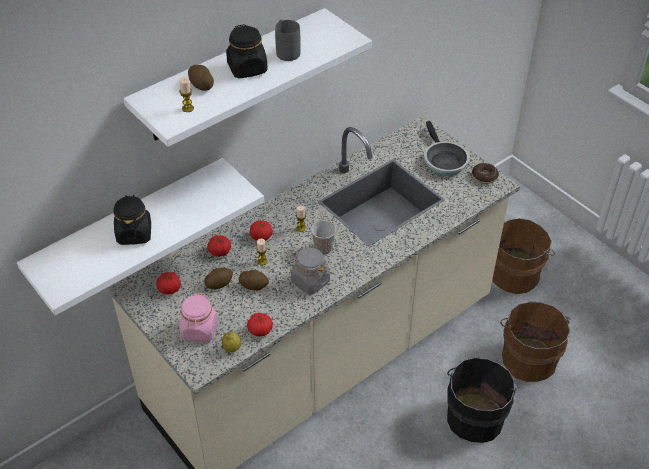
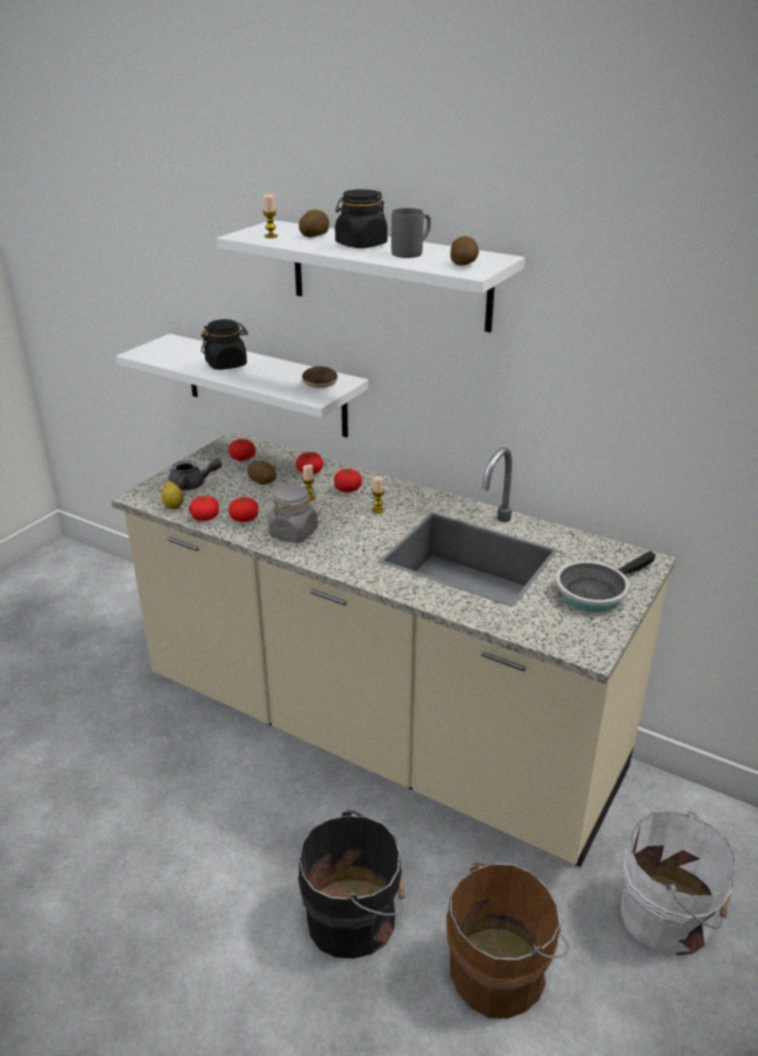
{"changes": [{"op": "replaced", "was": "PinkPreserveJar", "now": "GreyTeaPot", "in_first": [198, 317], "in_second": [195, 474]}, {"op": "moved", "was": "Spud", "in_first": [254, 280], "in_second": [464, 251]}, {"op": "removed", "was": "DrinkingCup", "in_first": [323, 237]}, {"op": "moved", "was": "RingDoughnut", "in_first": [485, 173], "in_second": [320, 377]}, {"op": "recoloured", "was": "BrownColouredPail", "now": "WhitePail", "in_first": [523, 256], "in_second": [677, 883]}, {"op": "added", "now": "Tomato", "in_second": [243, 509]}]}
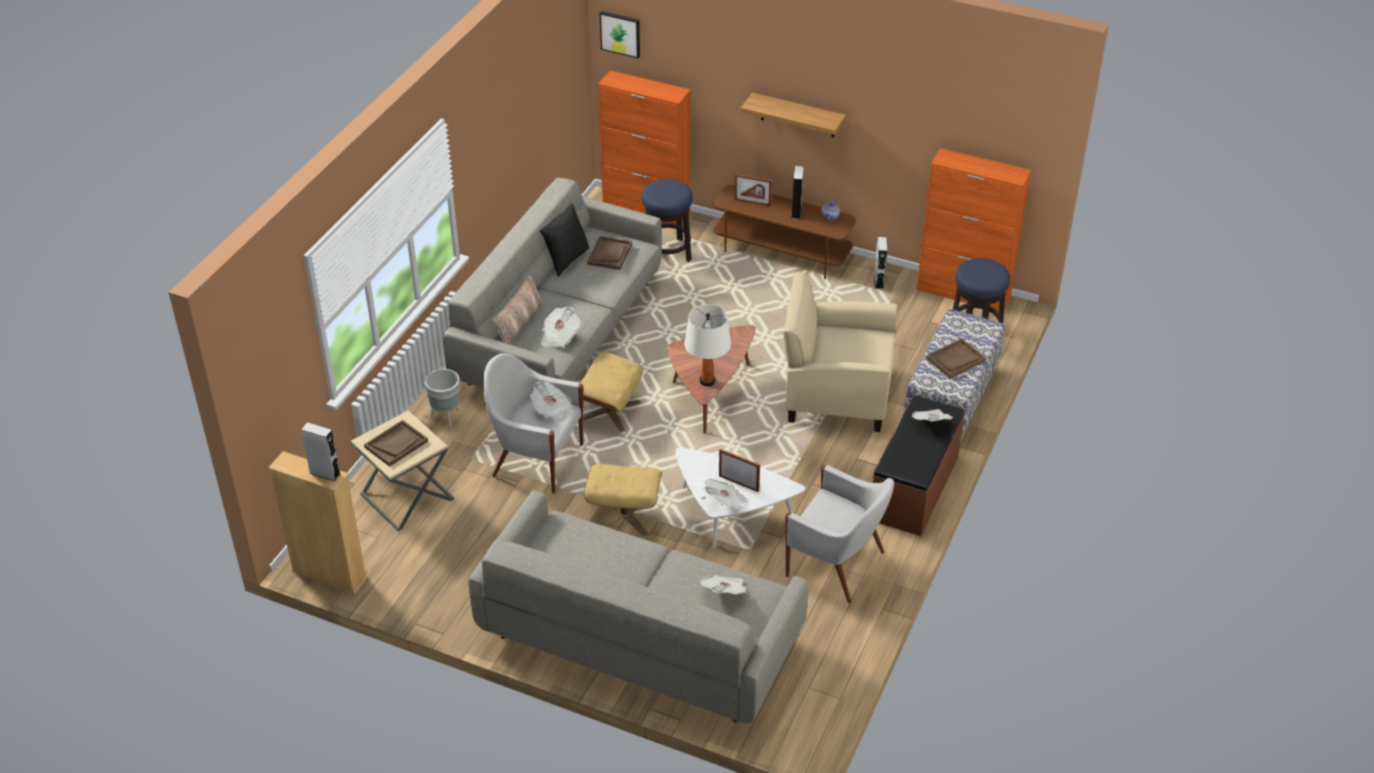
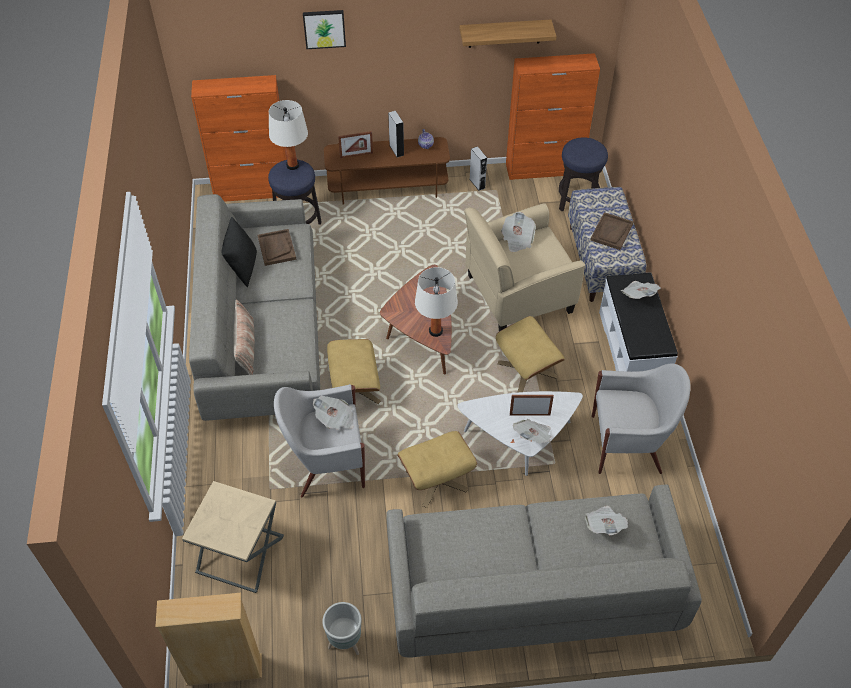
{"changes": [{"op": "removed", "was": "GreySpeaker", "in_first": [321, 451]}, {"op": "removed", "was": "BrownColouredServingTray", "in_first": [396, 443]}, {"op": "moved", "was": "GreyPlantPot", "in_first": [442, 399], "in_second": [341, 628]}, {"op": "moved", "was": "DailyPaper", "in_first": [561, 327], "in_second": [518, 232]}, {"op": "moved", "was": "Picture", "in_first": [619, 34], "in_second": [324, 29]}, {"op": "moved", "was": "Shelf", "in_first": [793, 115], "in_second": [508, 34]}, {"op": "recoloured", "was": "BrownColouredBench", "now": "WhiteBench", "in_first": [919, 465], "in_second": [638, 322]}, {"op": "added", "now": "WhiteTabletopLamp", "in_second": [288, 135]}, {"op": "added", "now": "BeigeFootrest", "in_second": [530, 354]}]}
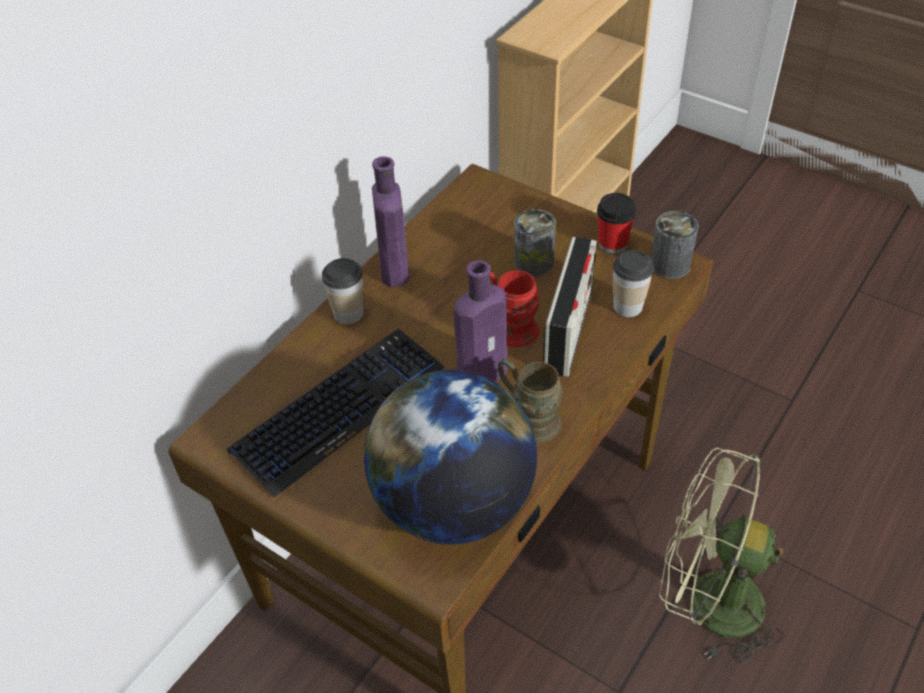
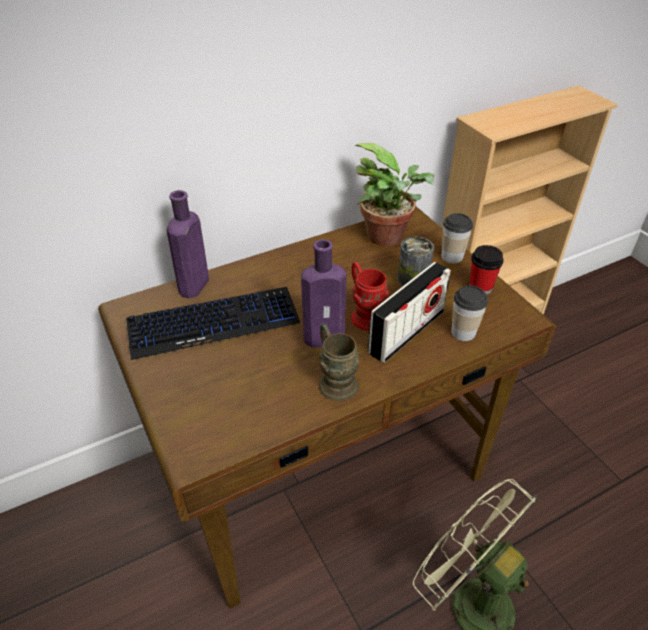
{"changes": [{"op": "moved", "was": "DrinkingCup", "in_first": [343, 291], "in_second": [457, 238]}, {"op": "removed", "was": "WorldGlobe", "in_first": [450, 457]}, {"op": "moved", "was": "PurpleBeverageBottle", "in_first": [390, 222], "in_second": [188, 244]}, {"op": "removed", "was": "SealedCan", "in_first": [674, 245]}, {"op": "added", "now": "PottedPlant", "in_second": [394, 194]}]}
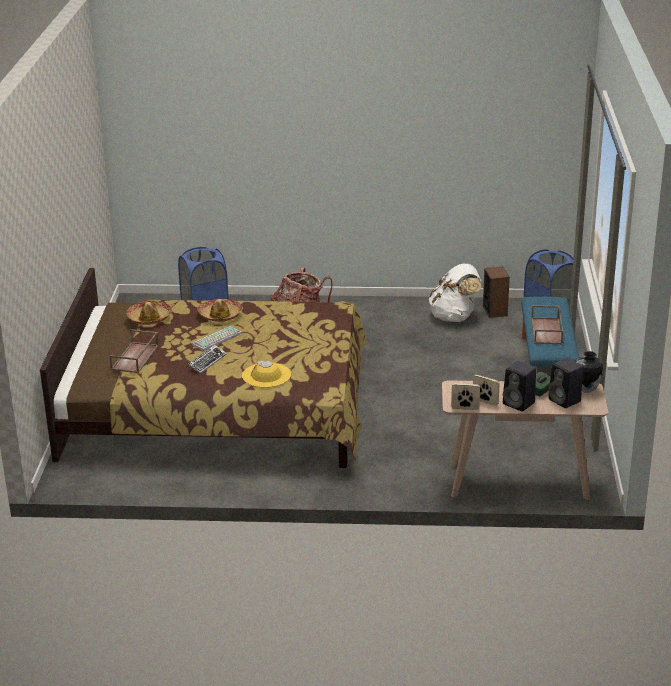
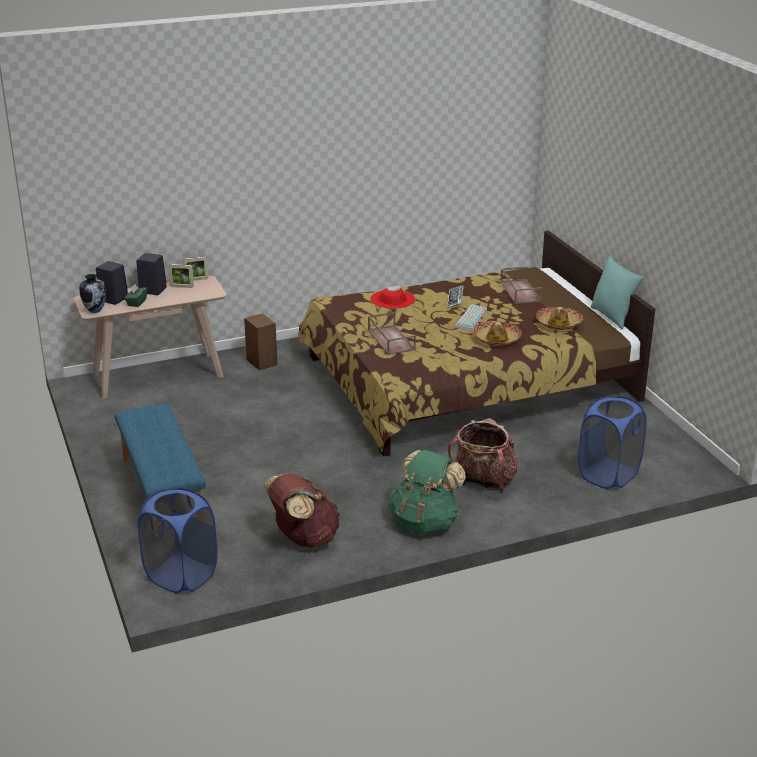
{"changes": [{"op": "recoloured", "was": "YellowHat", "now": "ReddishHat", "in_first": [266, 374], "in_second": [393, 297]}, {"op": "recoloured", "was": "WhiteBackpack", "now": "BrownColouredBackpack", "in_first": [454, 293], "in_second": [302, 510]}, {"op": "moved", "was": "Speaker", "in_first": [496, 292], "in_second": [260, 341]}, {"op": "moved", "was": "BrownColouredServingTray", "in_first": [547, 325], "in_second": [392, 333]}, {"op": "added", "now": "GreenishBackpack", "in_second": [427, 492]}, {"op": "added", "now": "BlueGreenPillow", "in_second": [617, 293]}]}
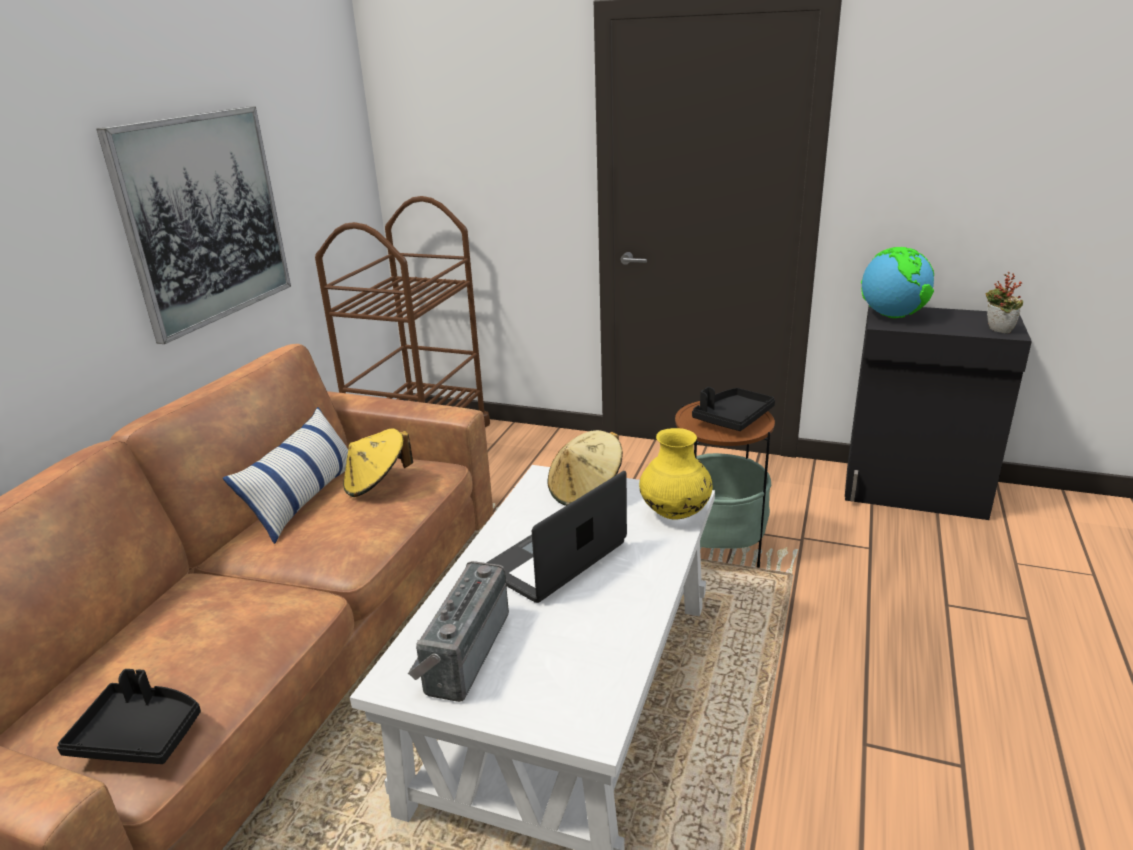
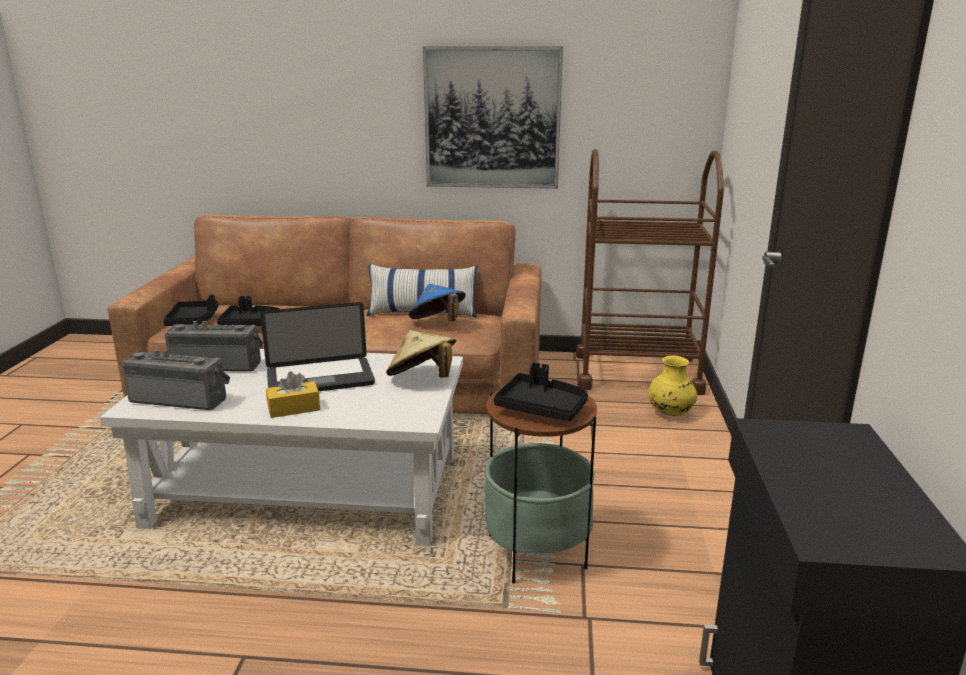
{"changes": [{"op": "recoloured", "was": "YellowHat", "now": "BlueHat", "in_first": [378, 463], "in_second": [437, 302]}, {"op": "turned", "was": "Laptop", "in_first": [556, 537], "in_second": [317, 346], "clockwise": 135}, {"op": "moved", "was": "YellowFlowerVase", "in_first": [676, 473], "in_second": [672, 386]}, {"op": "removed", "was": "WorldGlobe", "in_first": [897, 282]}, {"op": "removed", "was": "PottedPlant", "in_first": [1004, 302]}, {"op": "added", "now": "RadioReceiver", "in_second": [176, 379]}, {"op": "added", "now": "BlackColouredServingTray", "in_second": [248, 311]}, {"op": "added", "now": "YellowTissueBox", "in_second": [293, 394]}]}
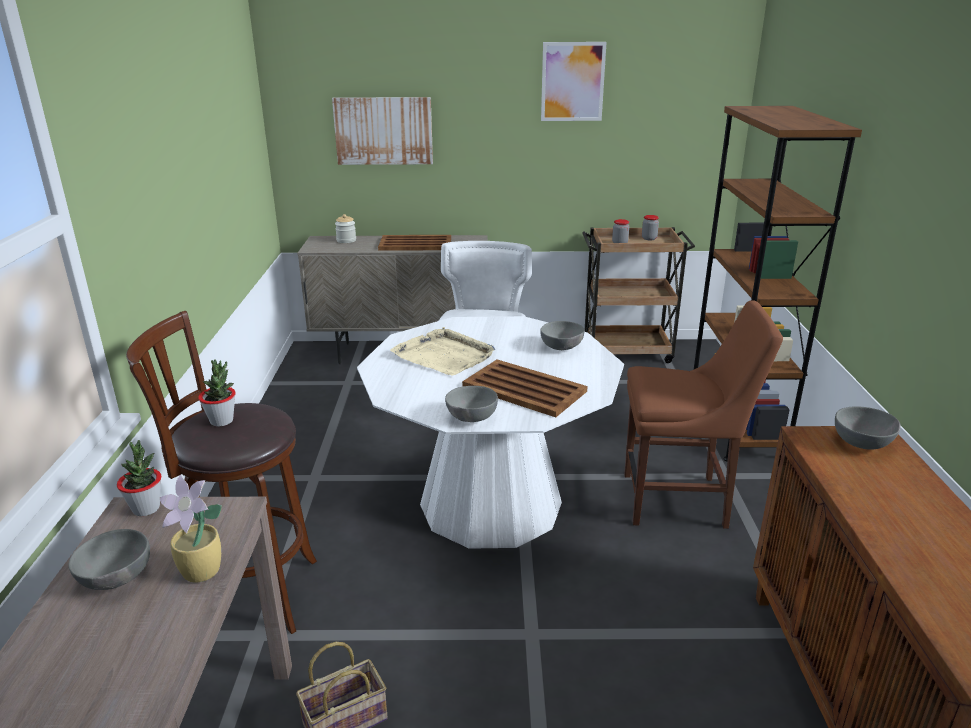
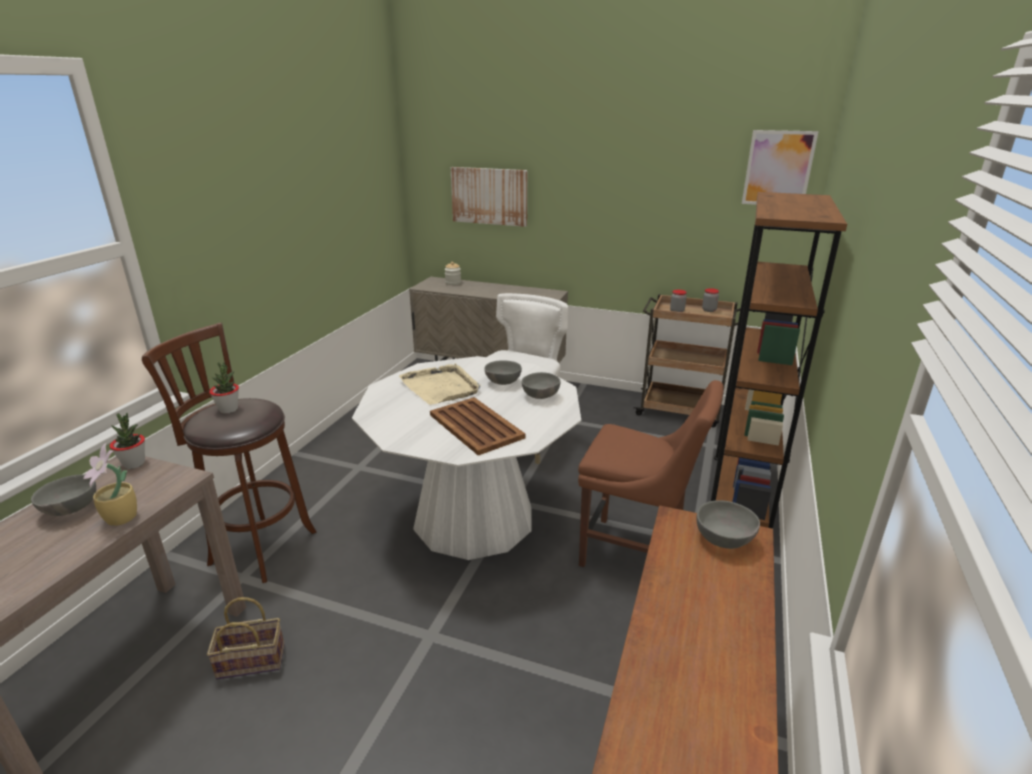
{"changes": [{"op": "removed", "was": "BrownColouredServingTray", "in_first": [414, 243]}, {"op": "moved", "was": "GreyDeepDish", "in_first": [471, 404], "in_second": [503, 372]}, {"op": "moved", "was": "Picture", "in_first": [574, 81], "in_second": [780, 167]}]}
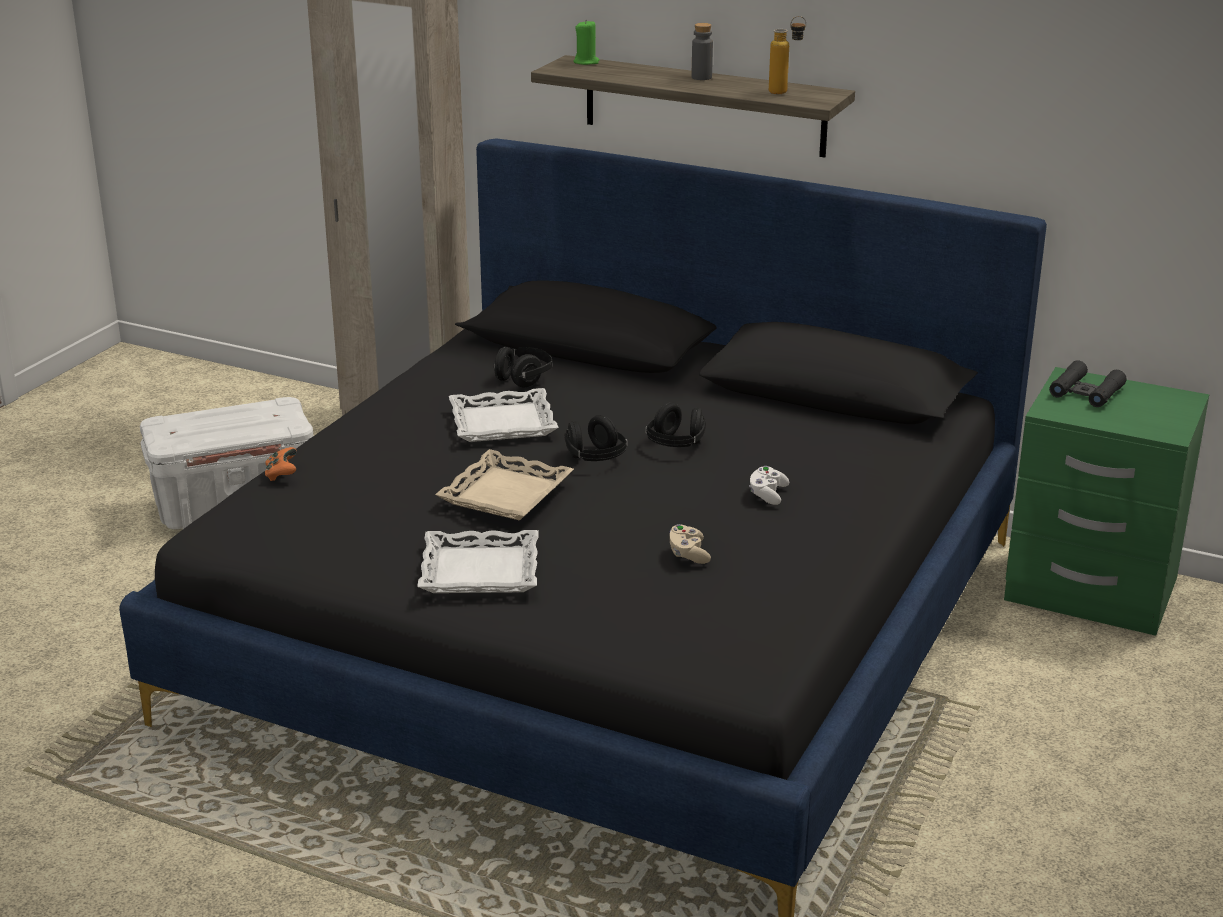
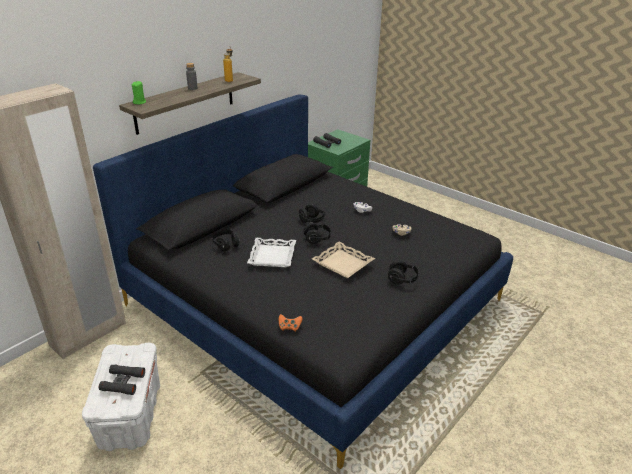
{"changes": [{"op": "replaced", "was": "WhiteServingTray", "now": "BlackColouredHeadphones", "in_first": [478, 561], "in_second": [404, 272]}, {"op": "added", "now": "BlackColouredFieldGlasses", "in_second": [122, 379]}]}
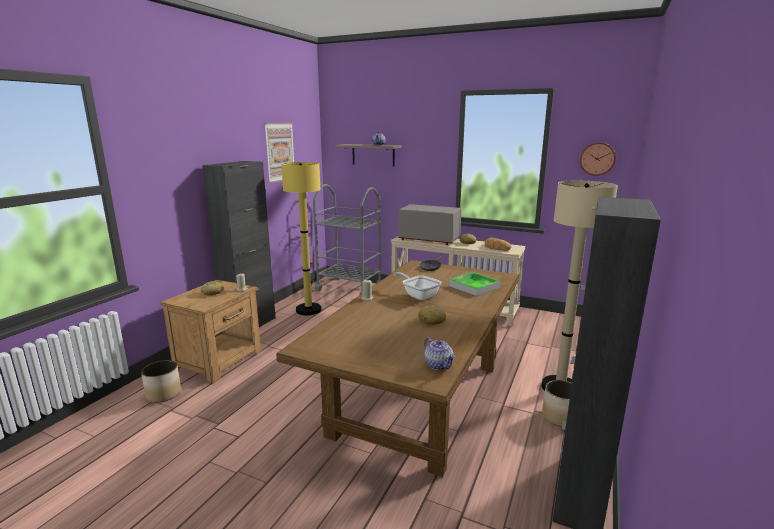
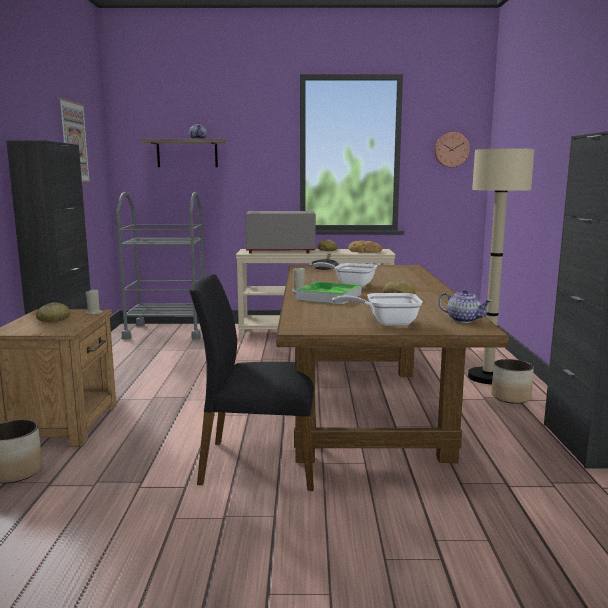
{"changes": [{"op": "removed", "was": "YellowStandingLamp", "in_first": [301, 238]}, {"op": "moved", "was": "ServingTray", "in_first": [475, 284], "in_second": [328, 292]}, {"op": "added", "now": "BlackColouredPlainChair", "in_second": [252, 382]}, {"op": "added", "now": "Skillet", "in_second": [377, 309]}]}
